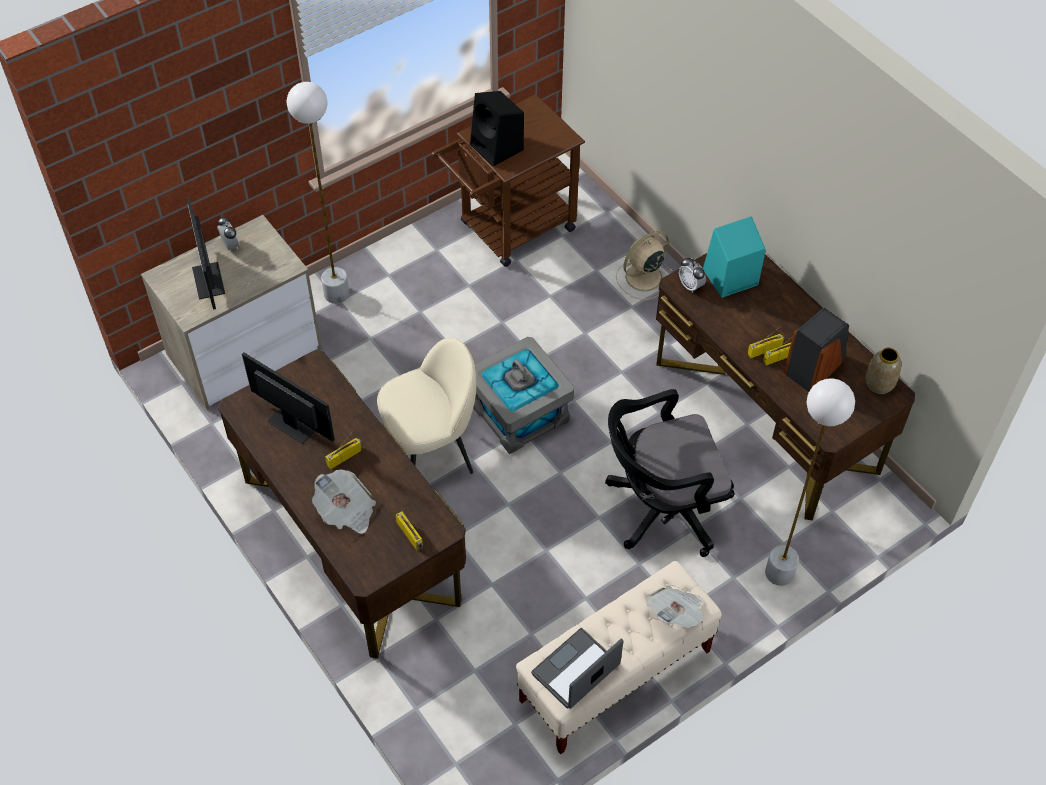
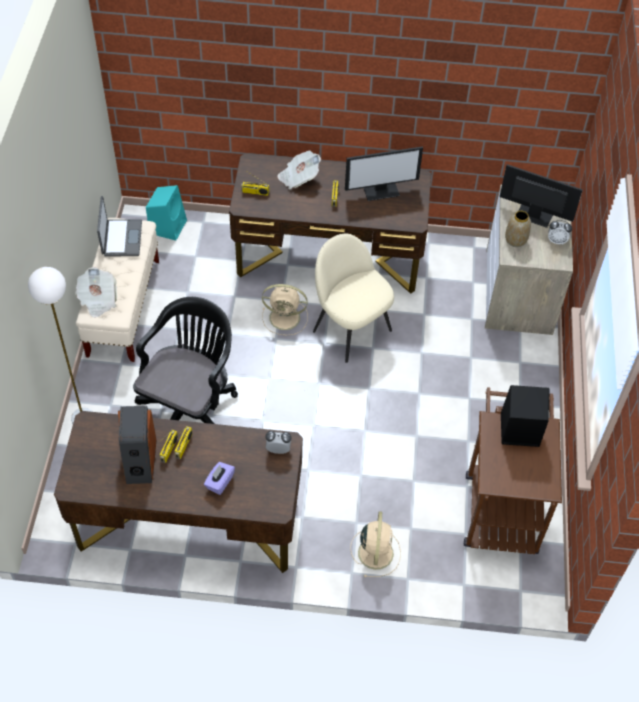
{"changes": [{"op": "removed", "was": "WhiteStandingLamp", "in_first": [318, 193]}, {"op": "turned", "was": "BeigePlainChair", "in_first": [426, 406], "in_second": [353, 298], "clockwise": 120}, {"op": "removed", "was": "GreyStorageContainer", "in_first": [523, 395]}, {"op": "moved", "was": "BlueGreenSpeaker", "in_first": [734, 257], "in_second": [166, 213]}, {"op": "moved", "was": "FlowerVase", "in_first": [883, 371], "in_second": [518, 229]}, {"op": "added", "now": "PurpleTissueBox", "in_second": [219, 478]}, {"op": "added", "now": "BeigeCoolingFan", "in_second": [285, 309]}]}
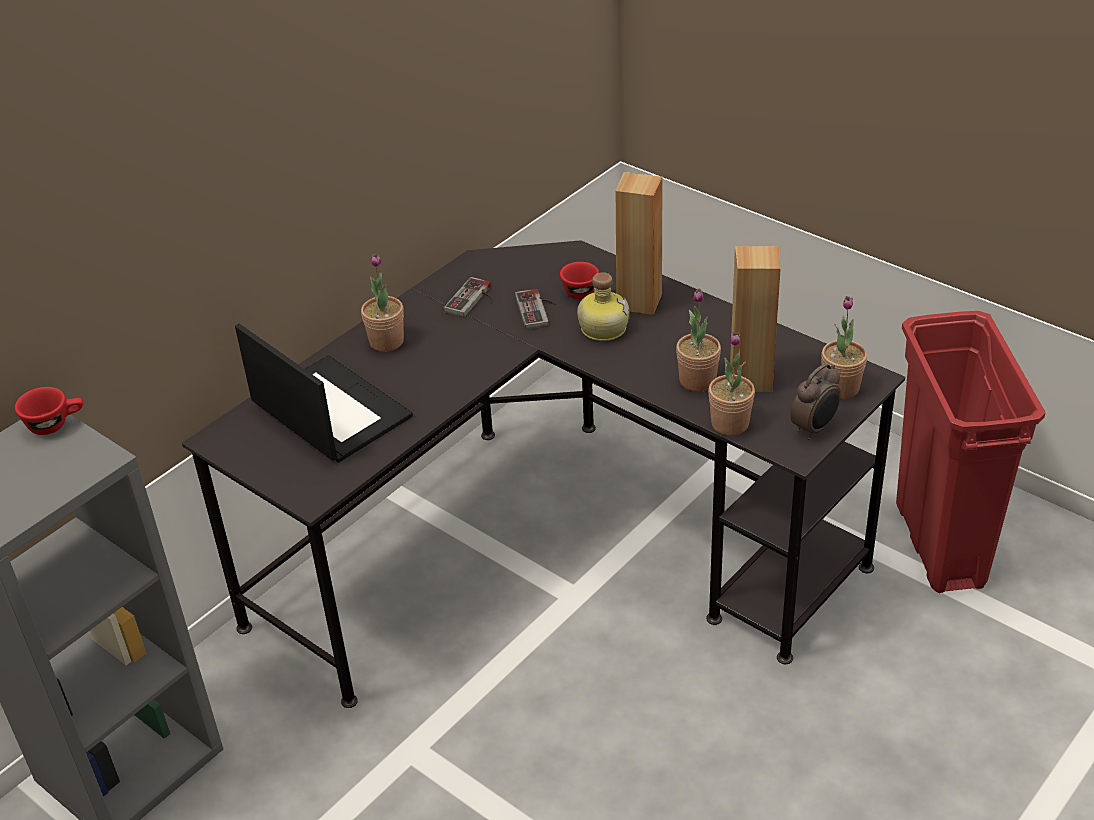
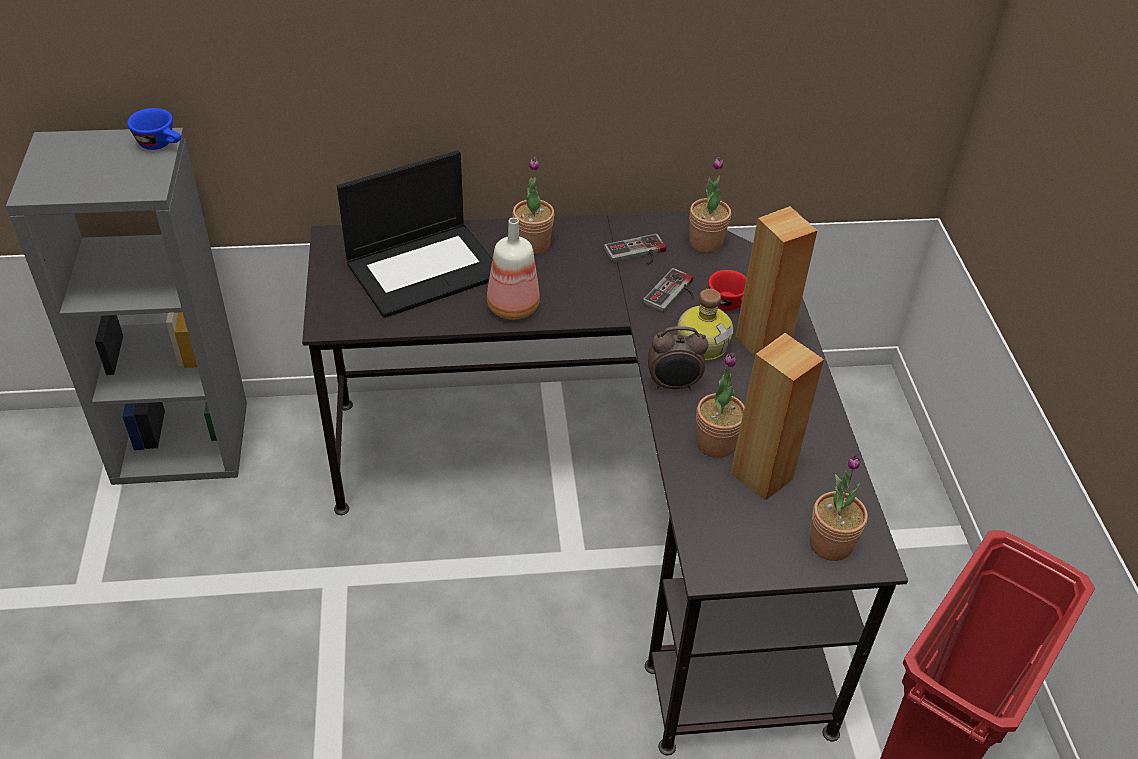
{"changes": [{"op": "recoloured", "was": "ReddishDrinkingCup", "now": "BlueDrinkingCup", "in_first": [49, 411], "in_second": [154, 129]}, {"op": "turned", "was": "Laptop", "in_first": [324, 393], "in_second": [415, 234], "clockwise": 60}, {"op": "moved", "was": "PottedPlant", "in_first": [731, 383], "in_second": [710, 205]}, {"op": "moved", "was": "BedsideClock", "in_first": [815, 401], "in_second": [678, 358]}, {"op": "added", "now": "BeverageBottle", "in_second": [513, 269]}]}
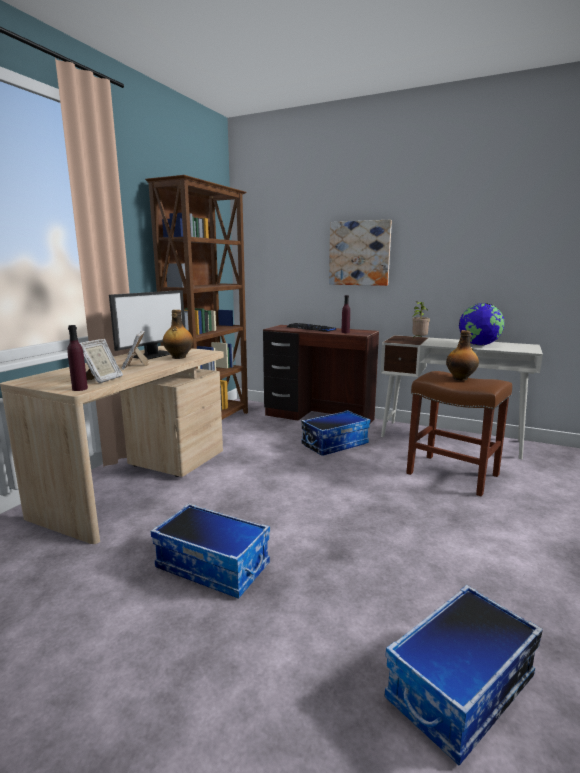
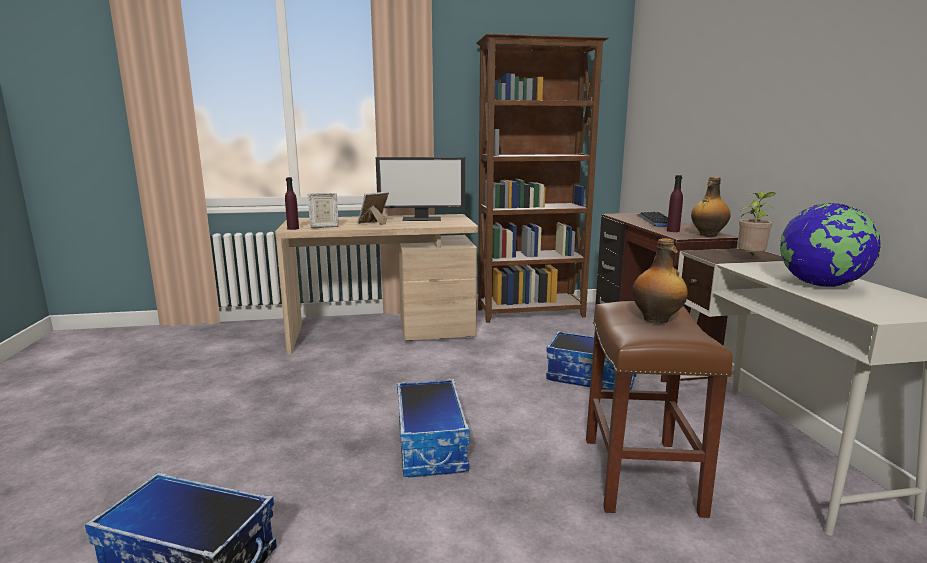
{"changes": [{"op": "moved", "was": "StorageContainer", "in_first": [210, 551], "in_second": [433, 428]}, {"op": "moved", "was": "BeverageBottle", "in_first": [178, 334], "in_second": [711, 207]}, {"op": "removed", "was": "Picture", "in_first": [360, 253]}]}
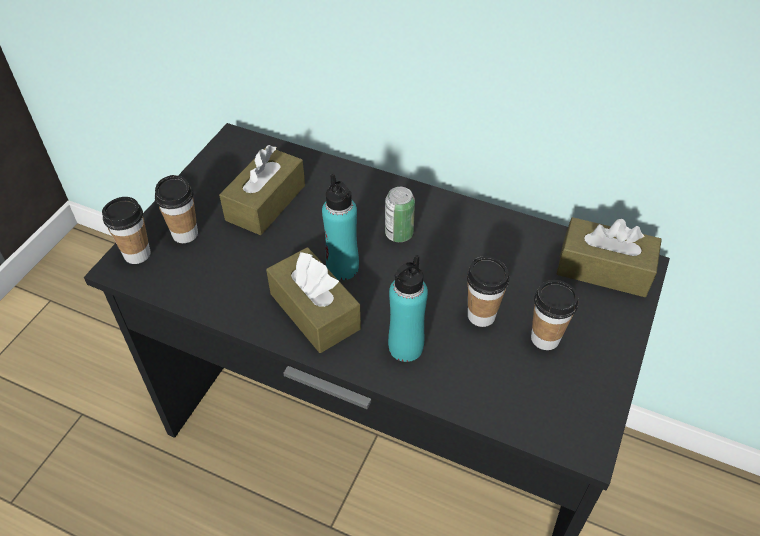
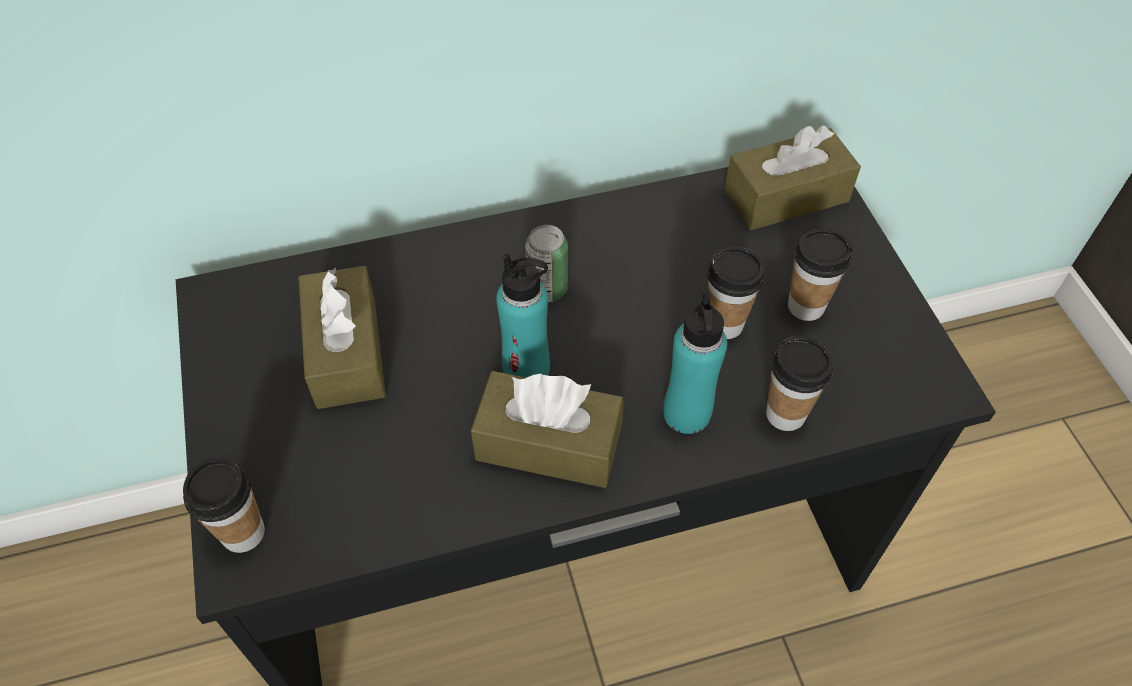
{"changes": [{"op": "moved", "was": "DrinkingCup", "in_first": [176, 209], "in_second": [799, 383]}]}
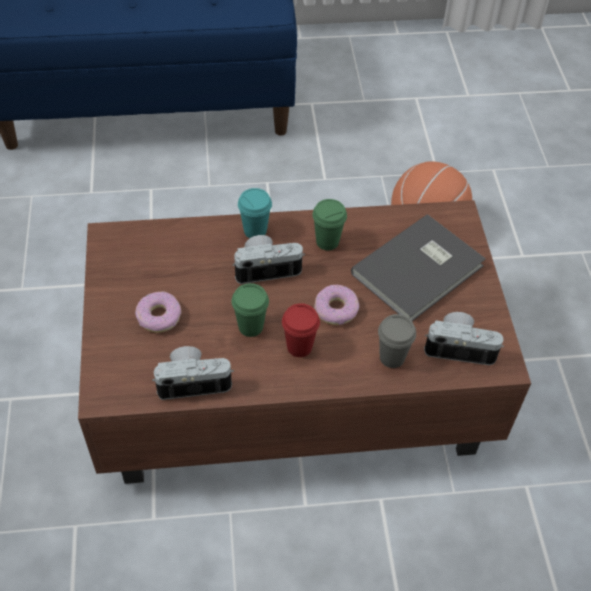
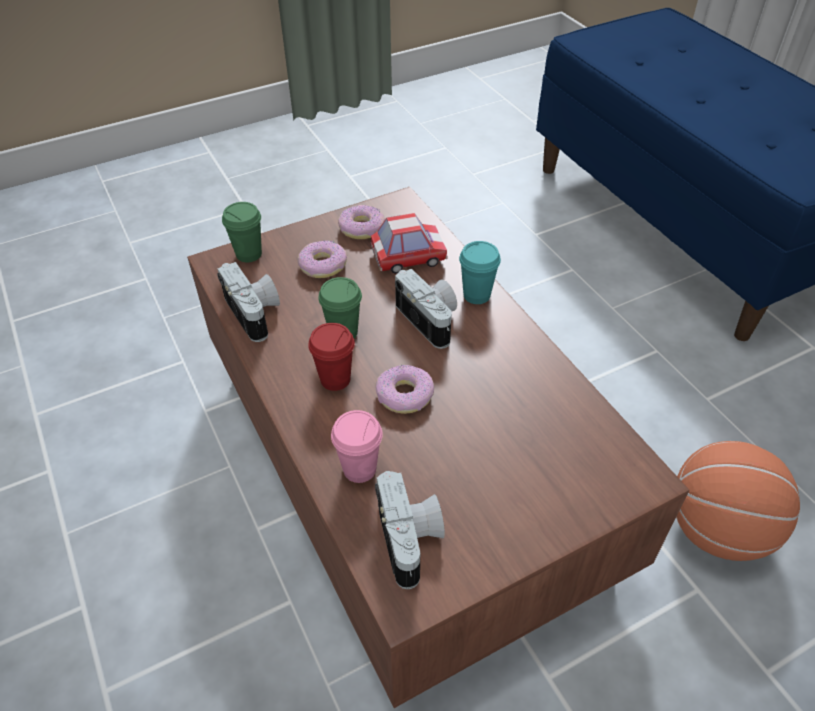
{"changes": [{"op": "moved", "was": "GreenishDrinkingCup", "in_first": [329, 224], "in_second": [242, 232]}, {"op": "removed", "was": "GreyBoundBook", "in_first": [418, 267]}, {"op": "recoloured", "was": "GreyDrinkingCup", "now": "PinkDrinkingCup", "in_first": [397, 341], "in_second": [357, 446]}, {"op": "added", "now": "RingDoughnut", "in_second": [361, 222]}, {"op": "added", "now": "ToyCar", "in_second": [409, 243]}]}
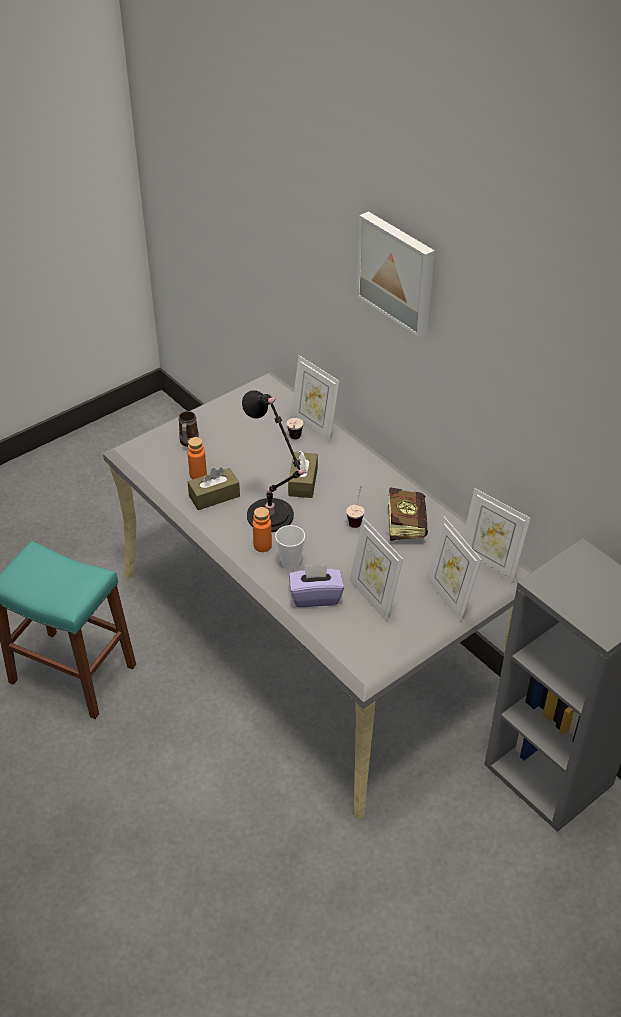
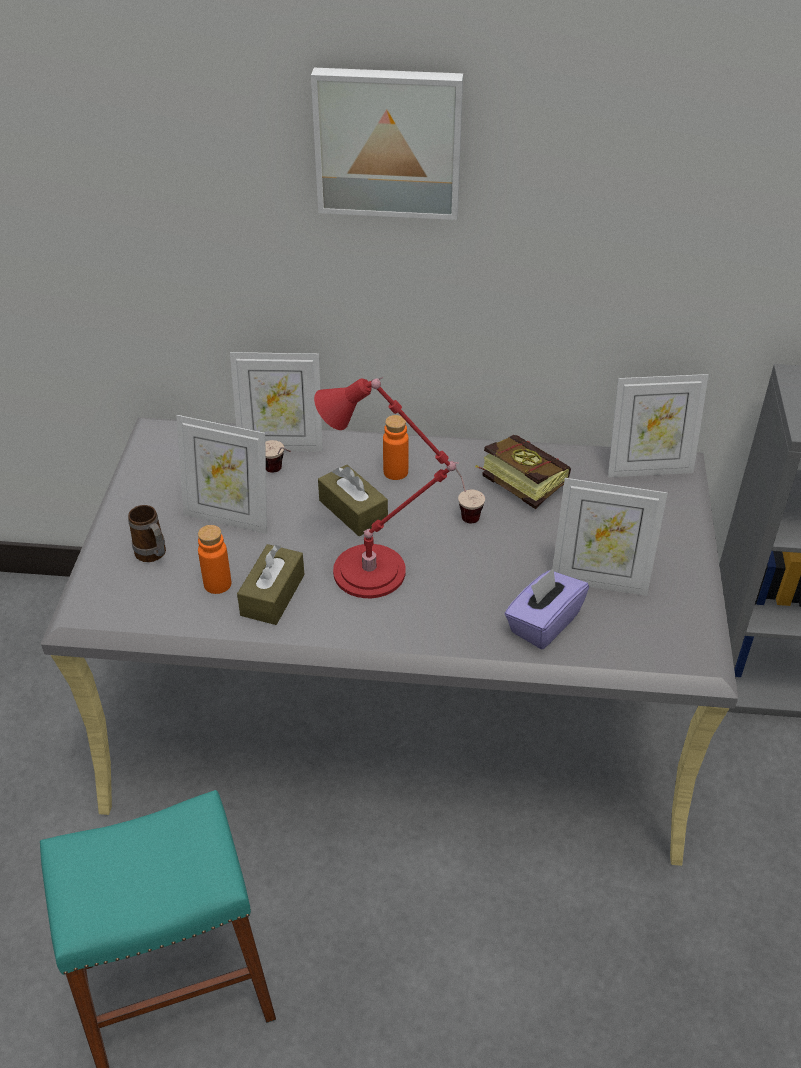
{"changes": [{"op": "recoloured", "was": "BlackColouredTabletopLamp", "now": "ReddishTabletopLamp", "in_first": [274, 461], "in_second": [386, 487]}, {"op": "moved", "was": "OrangeyBeverageBottle", "in_first": [262, 529], "in_second": [396, 447]}, {"op": "removed", "was": "DrinkingCup", "in_first": [290, 547]}, {"op": "moved", "was": "PictureFrame", "in_first": [453, 569], "in_second": [221, 474]}]}
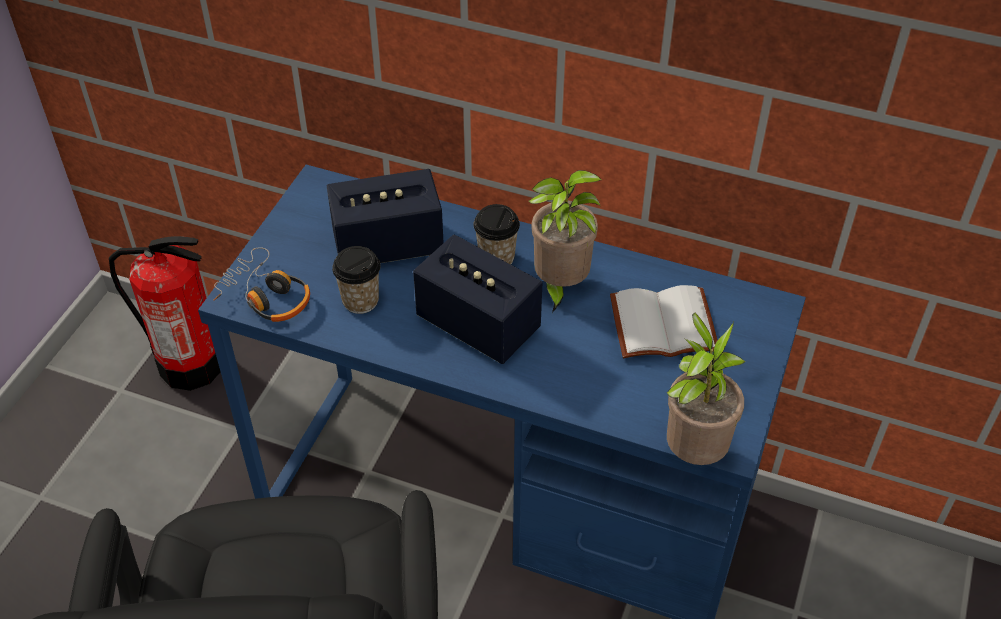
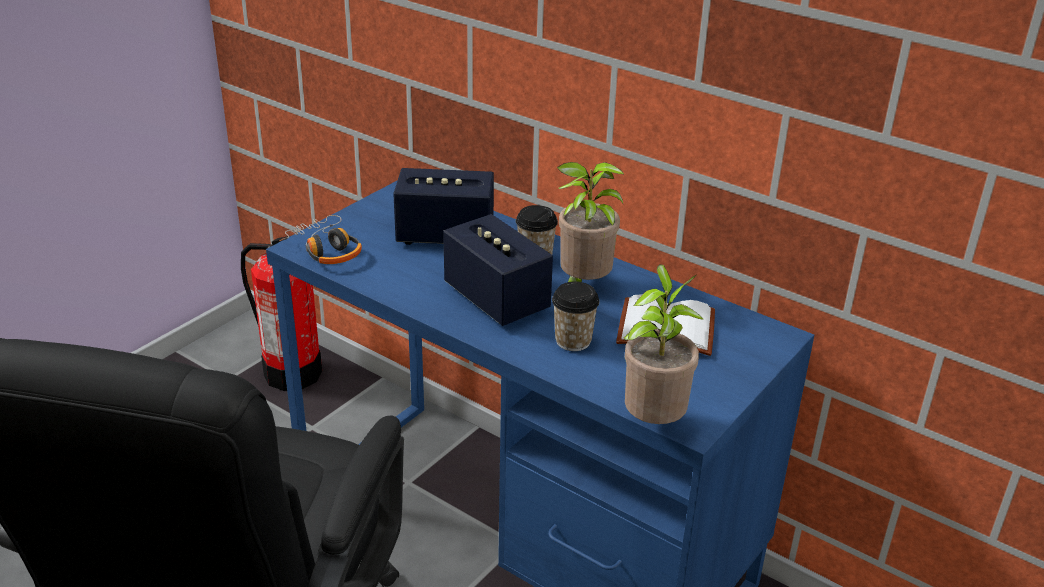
{"changes": [{"op": "moved", "was": "DrinkingCup", "in_first": [356, 280], "in_second": [575, 316]}]}
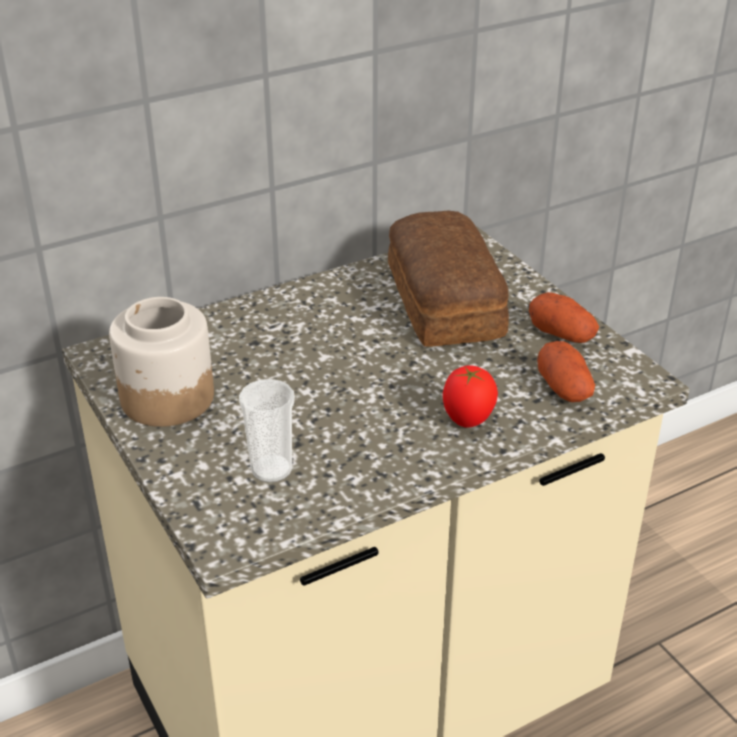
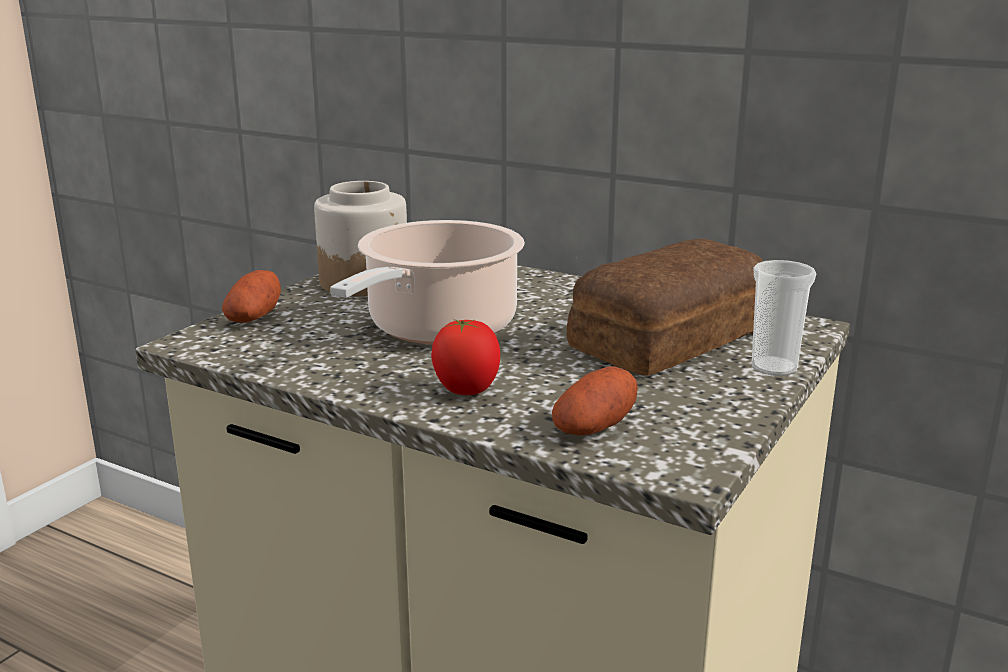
{"changes": [{"op": "moved", "was": "DrinkingCup", "in_first": [267, 431], "in_second": [783, 318]}, {"op": "moved", "was": "Spud", "in_first": [564, 317], "in_second": [251, 296]}, {"op": "added", "now": "CookingPot", "in_second": [427, 282]}]}
